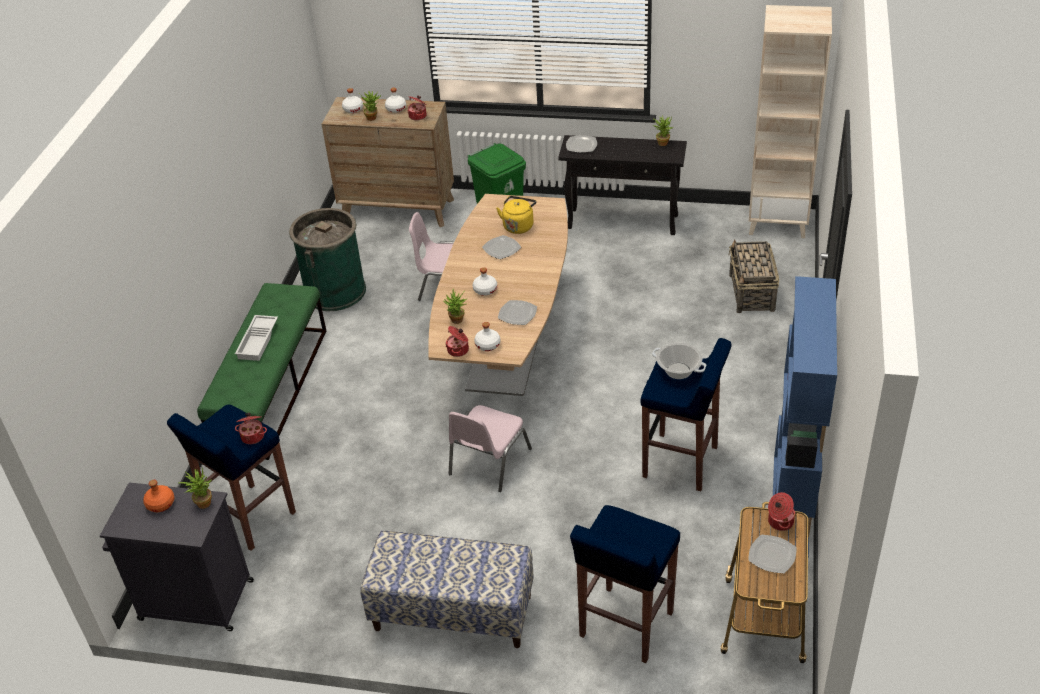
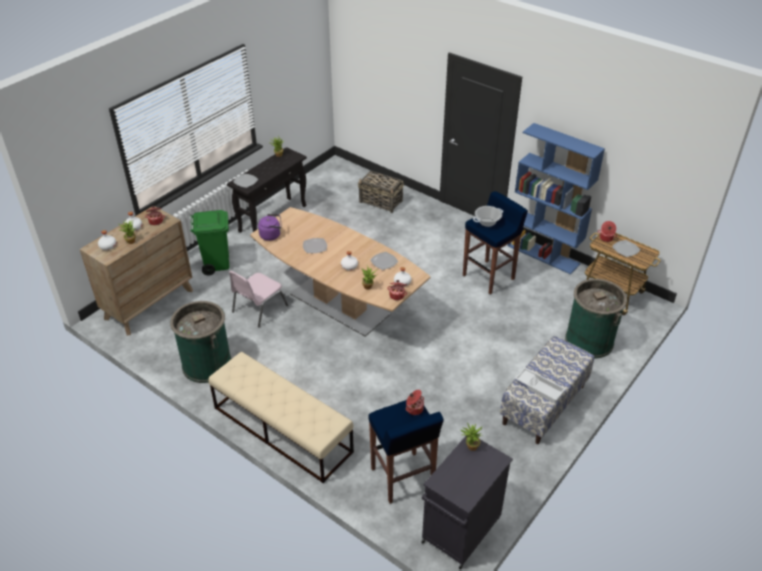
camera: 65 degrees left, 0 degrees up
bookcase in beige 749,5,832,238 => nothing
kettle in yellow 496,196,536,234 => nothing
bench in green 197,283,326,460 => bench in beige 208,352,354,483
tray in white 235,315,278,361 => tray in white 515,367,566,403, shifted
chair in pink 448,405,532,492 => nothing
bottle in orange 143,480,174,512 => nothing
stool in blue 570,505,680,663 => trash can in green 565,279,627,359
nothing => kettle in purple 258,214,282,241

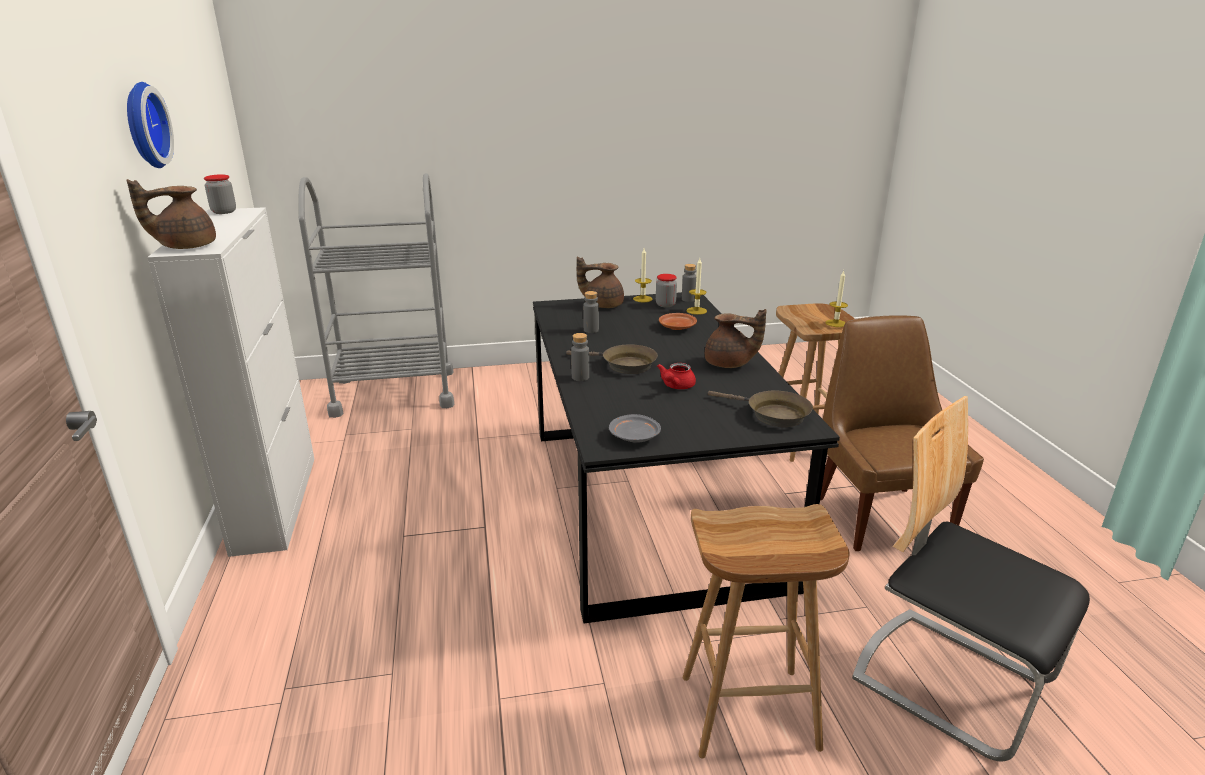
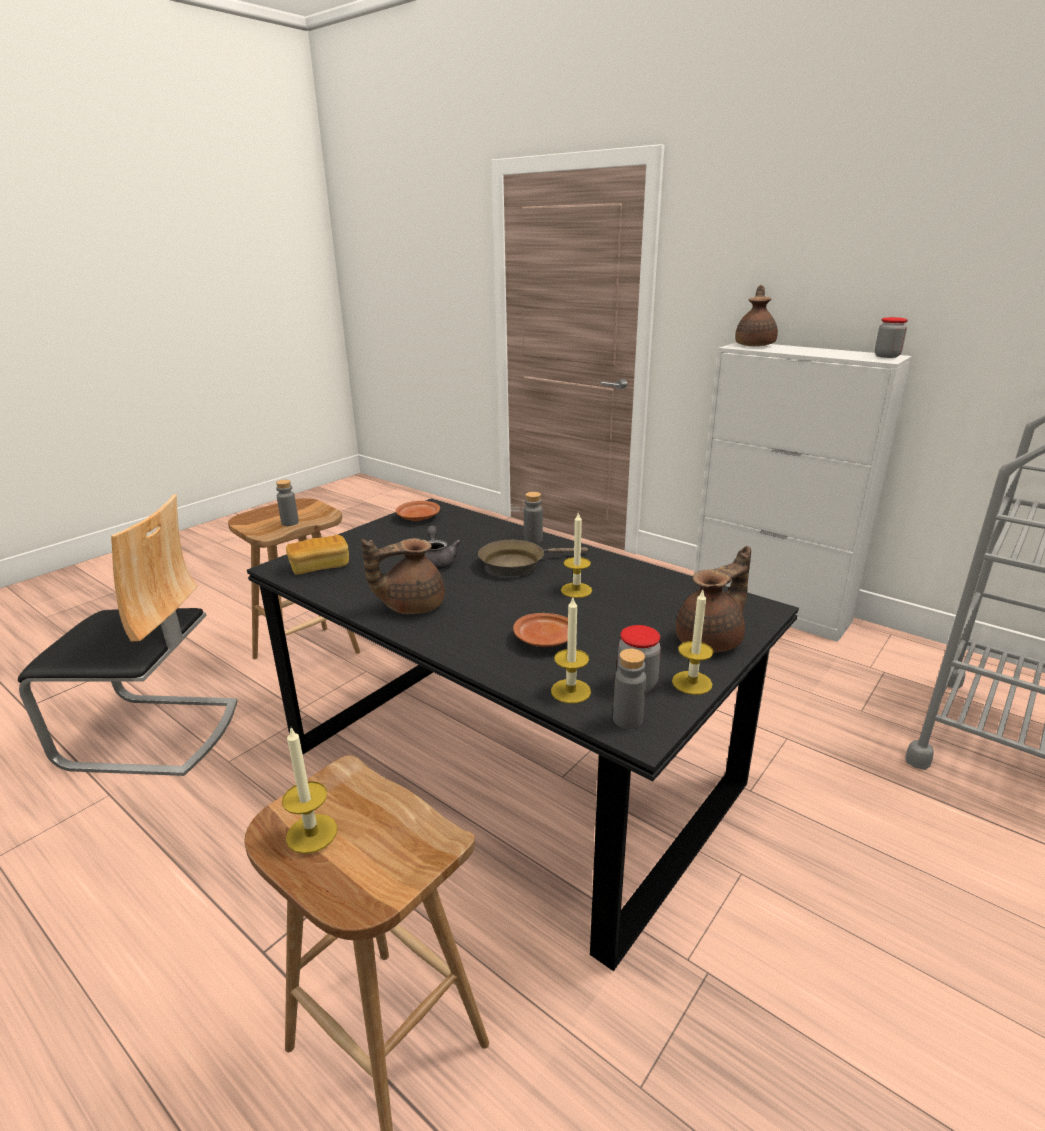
camera: 140 degrees right, 0 degrees up
wall clock 127,82,174,168 => nothing
bottle in grey 583,291,599,333 => bottle in grey 276,480,299,526, shifted
chair in brown 820,315,984,551 => nothing
teapot in red 657,363,696,389 => teapot in grey 425,526,461,569
frying pan in brown 708,390,813,427 => bread 286,535,349,575
plate in grey 609,414,661,443 => plate in brown 396,501,440,521
nothing => candle 561,511,592,598

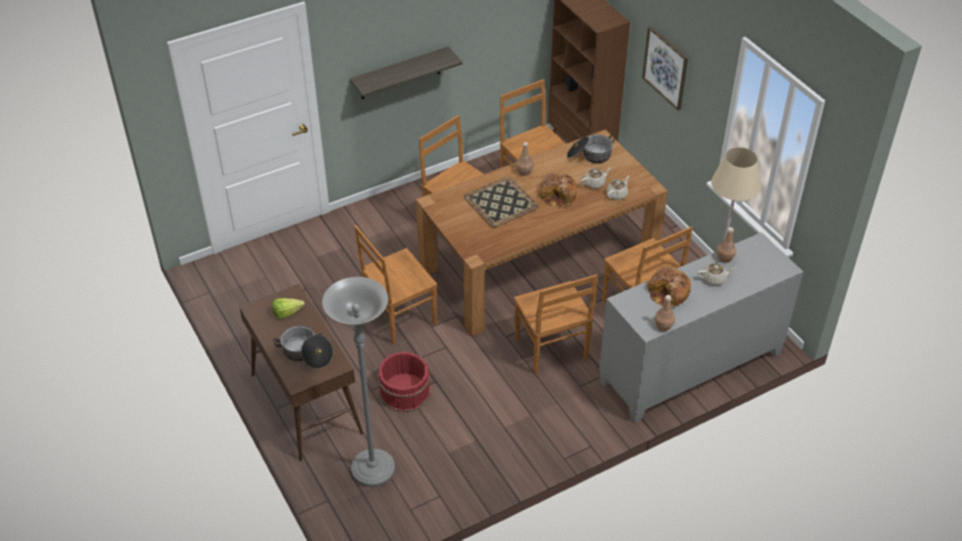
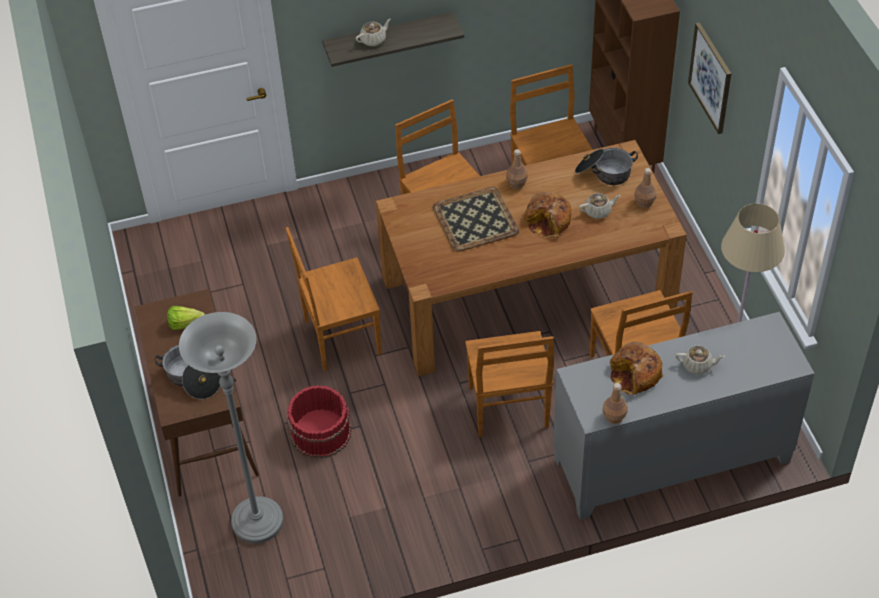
camera: 15 degrees right, 5 degrees up
teapot in beige 606,175,629,200 => teapot in beige 356,19,391,46, shifted
bottle in brown 717,227,736,263 => bottle in brown 634,168,656,208, shifted

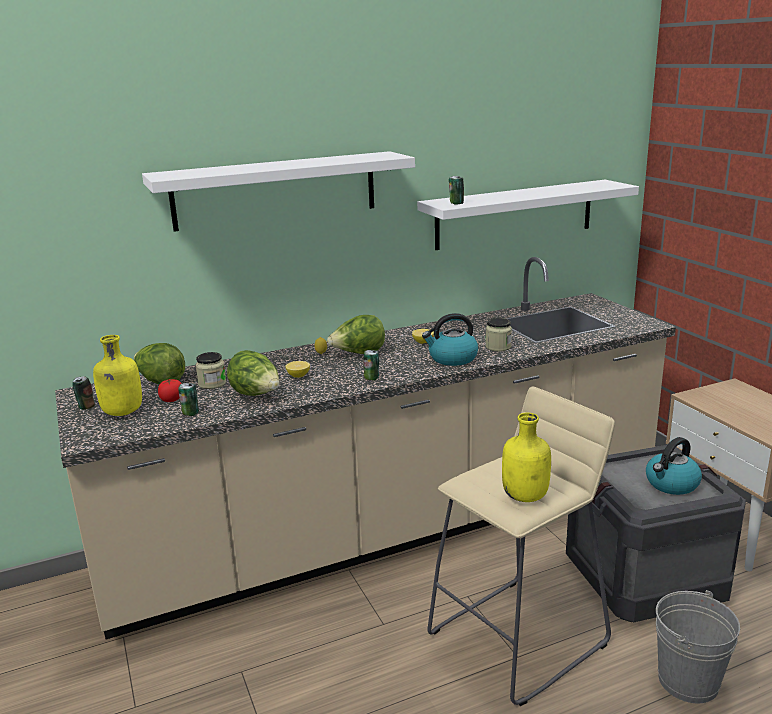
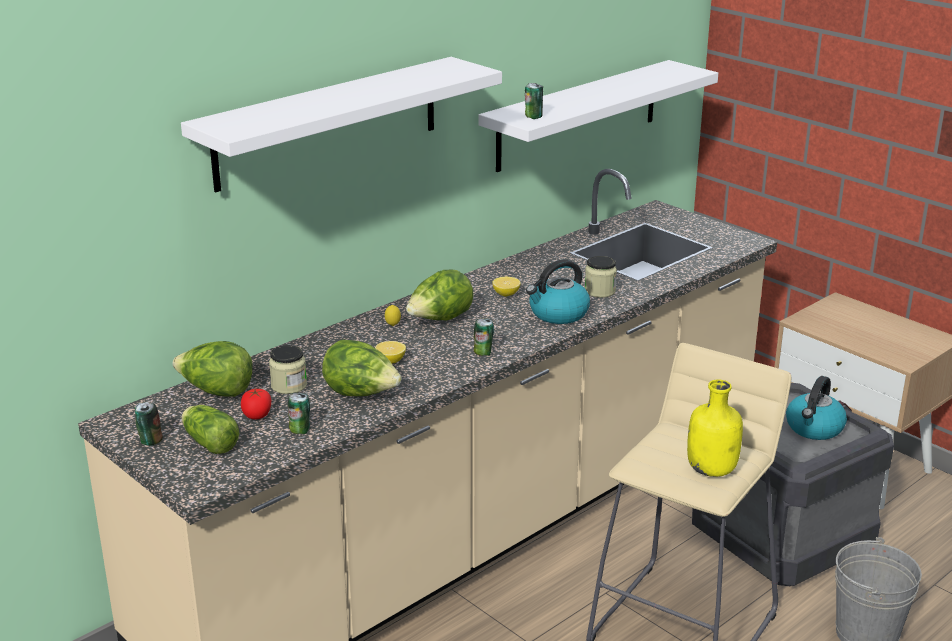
camera: 20 degrees left, 5 degrees up
bottle in yellow 93,335,142,416 => lettuce 182,405,239,454

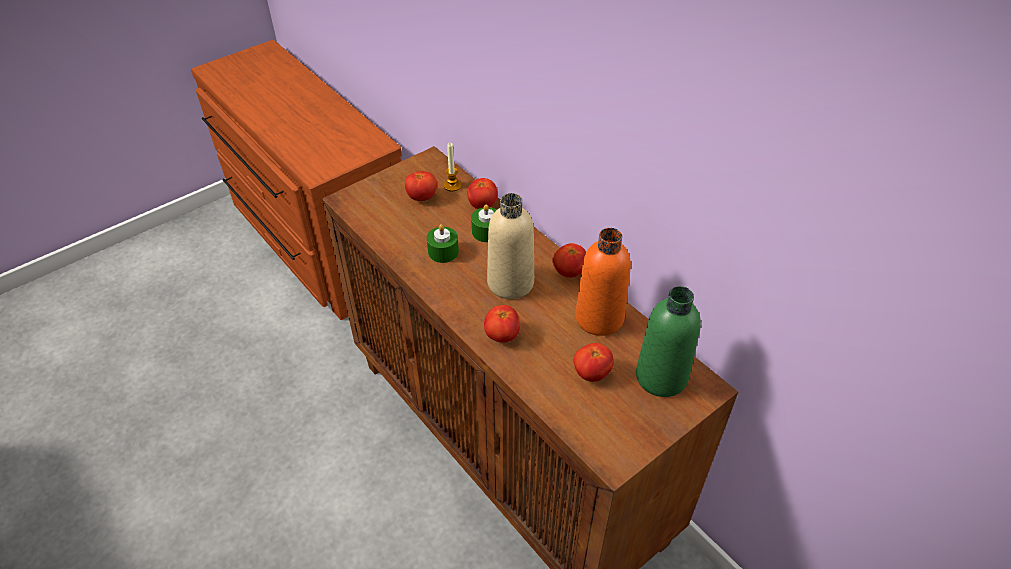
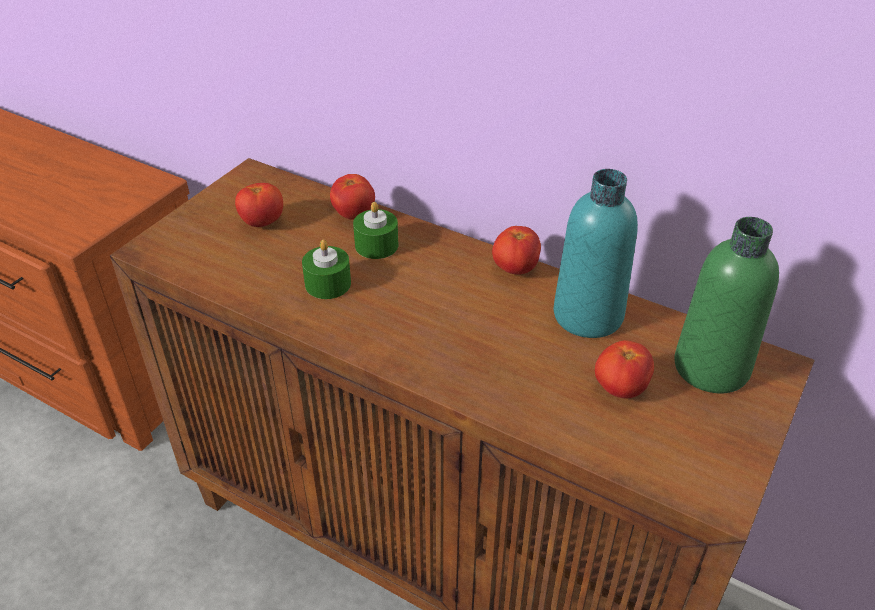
camera: 20 degrees left, 5 degrees down
candle 444,143,462,192 => nothing
bottle in beige 487,193,534,299 => nothing
bottle in orange 575,228,631,336 => bottle in turquoise 554,169,638,338
tomato 484,305,520,343 => nothing

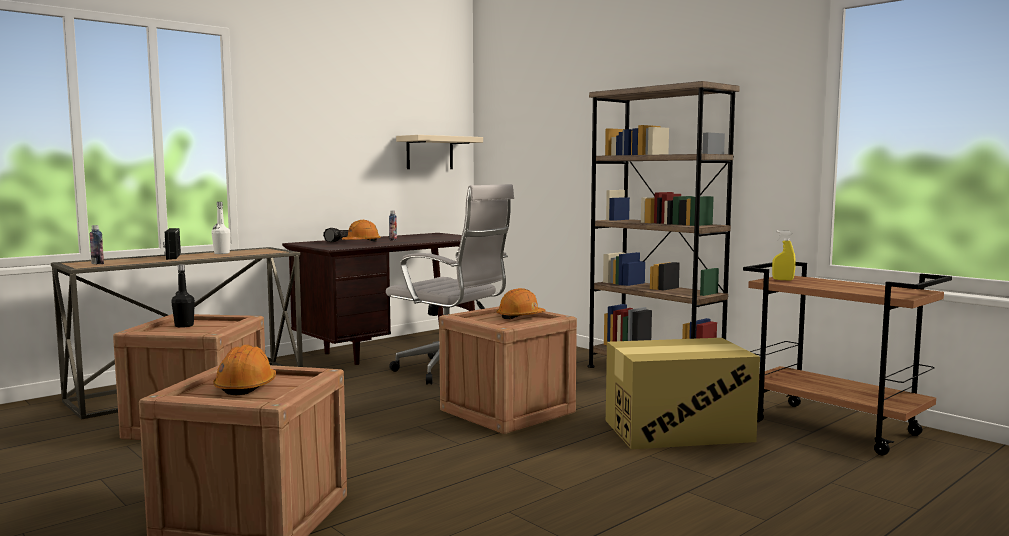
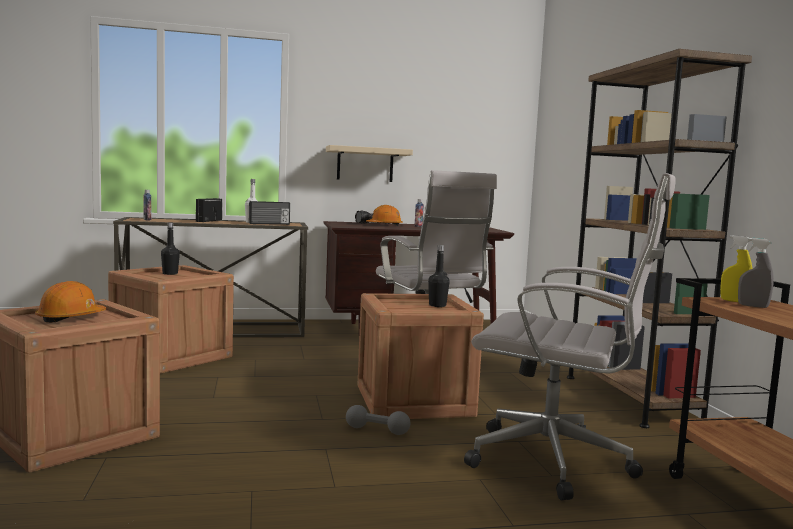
camera: 30 degrees right, 0 degrees up
shelf in beige 396,135,483,169 => shelf in beige 326,145,413,182, shifted
hard hat in orange 497,288,545,319 => bottle in black 428,245,450,307
cardboard box 606,338,760,449 => office chair in white 464,173,675,501
nothing => radio 249,201,290,225
nothing => spray bottle in grey 738,238,774,308
nothing => dumbbell in grey 346,405,410,435

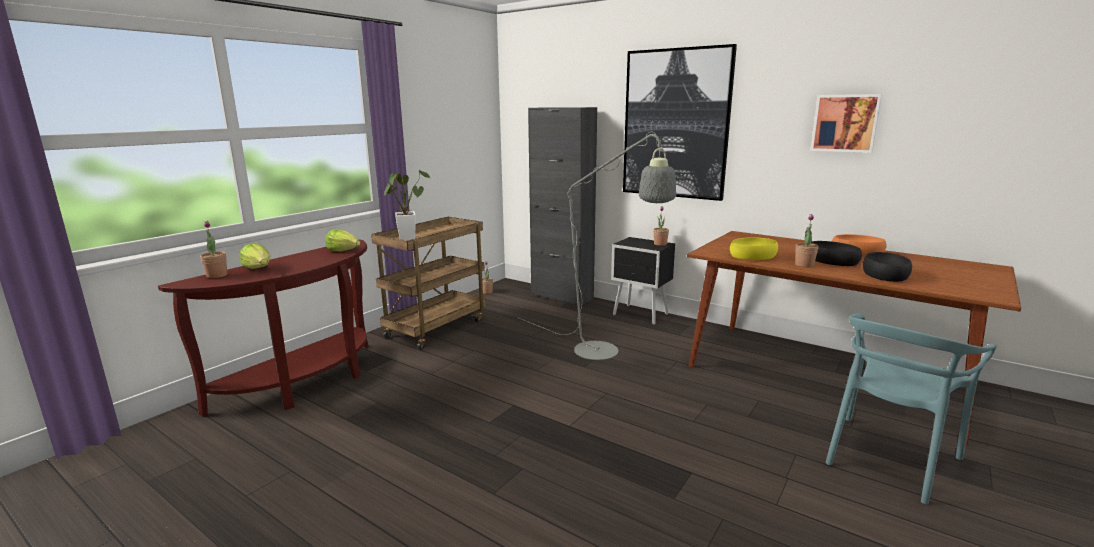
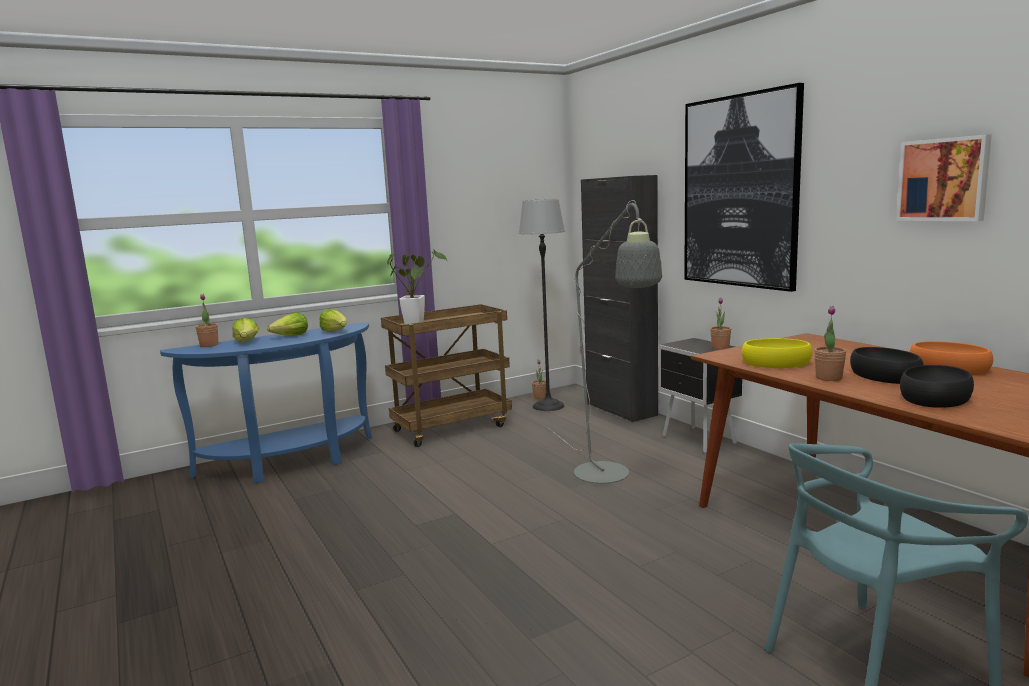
camera: 25 degrees right, 5 degrees down
console table in brown 158,239,369,417 => console table in blue 160,322,372,483
nothing => floor lamp 519,199,565,411
nothing => lettuce 267,312,308,335

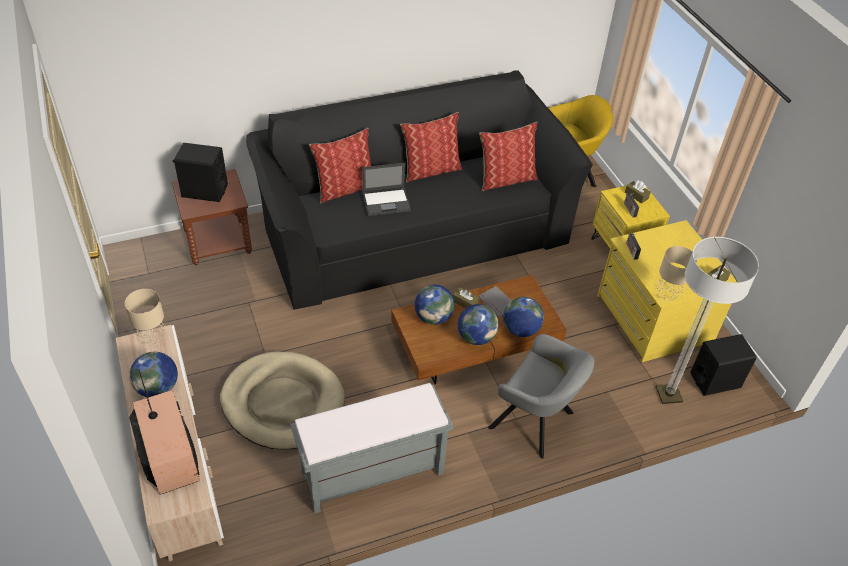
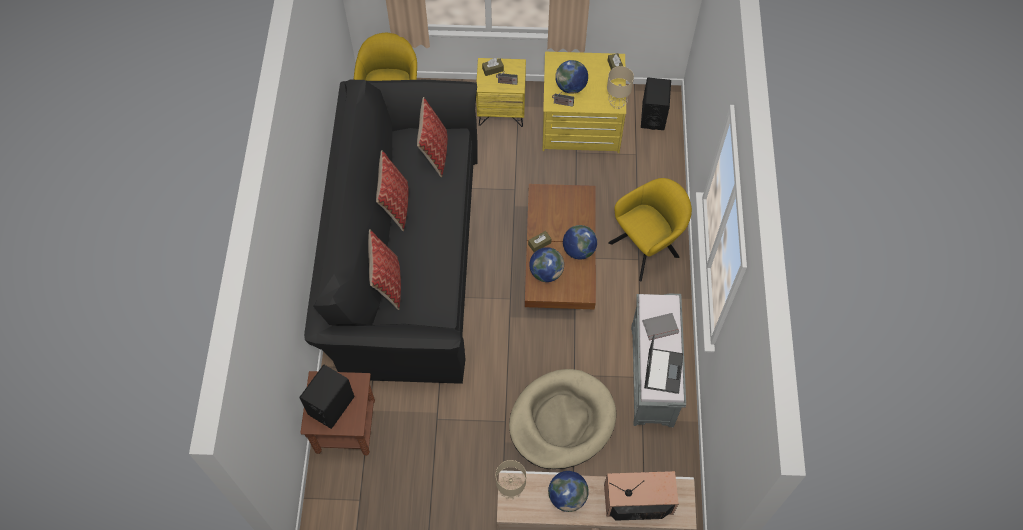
camera: 65 degrees left, 15 degrees up
laptop 362,163,411,216 => laptop 644,334,683,394, shifted
floor lamp 656,237,759,404 => nothing
book in grey 479,286,512,318 => book in grey 642,313,679,341, shifted
globe 503,297,544,337 => globe 555,60,588,94, shifted
armchair in grey 488,334,594,459 => armchair in yellow 608,178,692,282

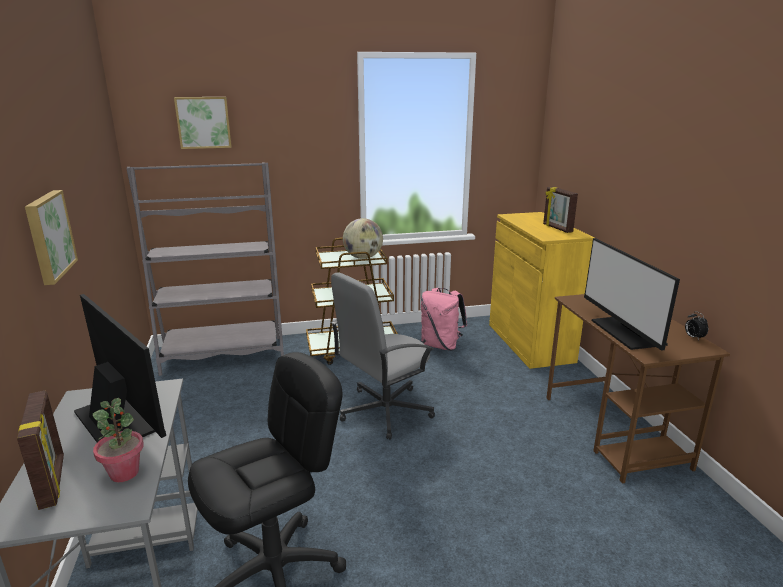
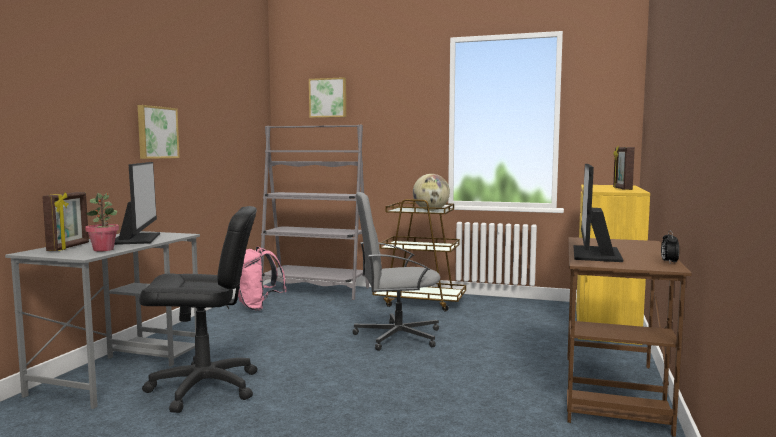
camera: 30 degrees right, 15 degrees down
backpack in pink 421,288,467,351 => backpack in pink 238,246,287,311, shifted

